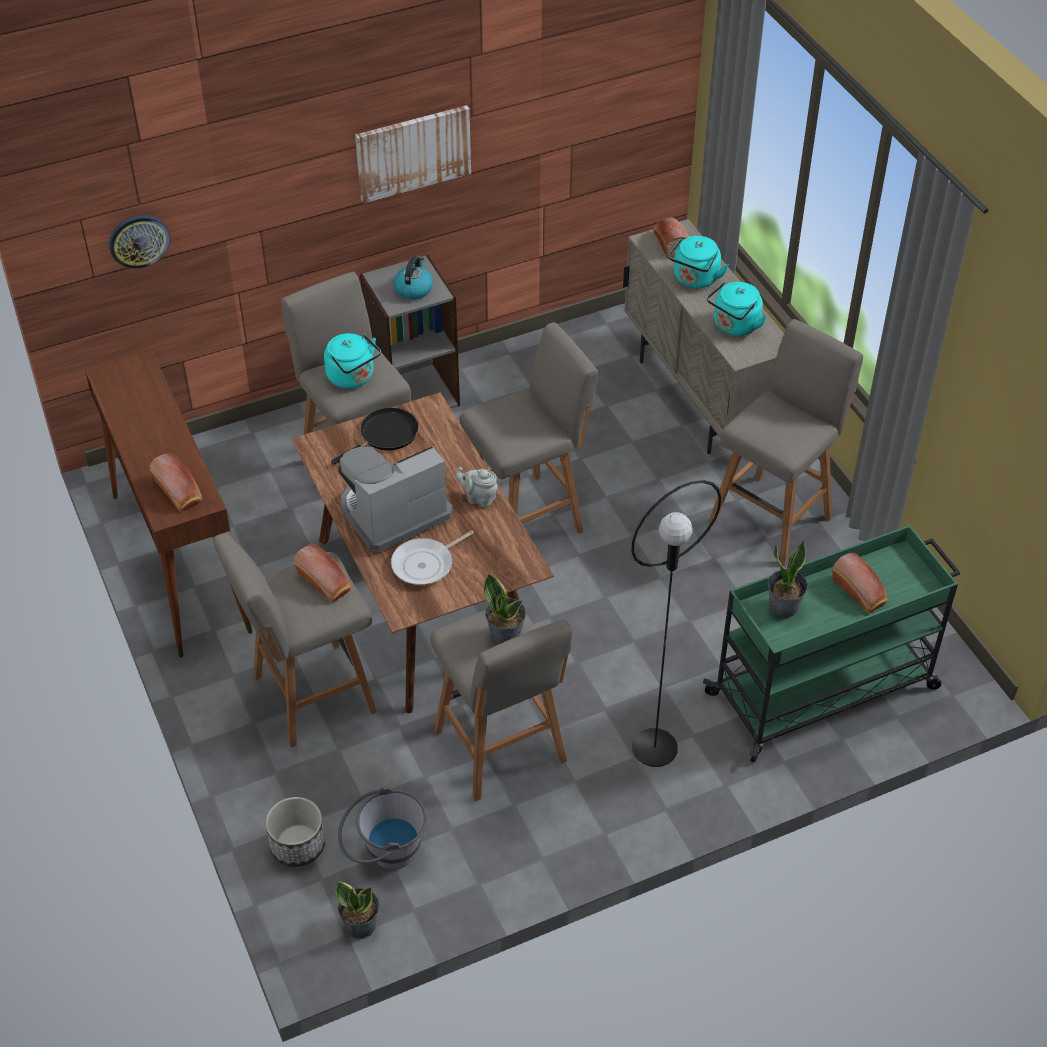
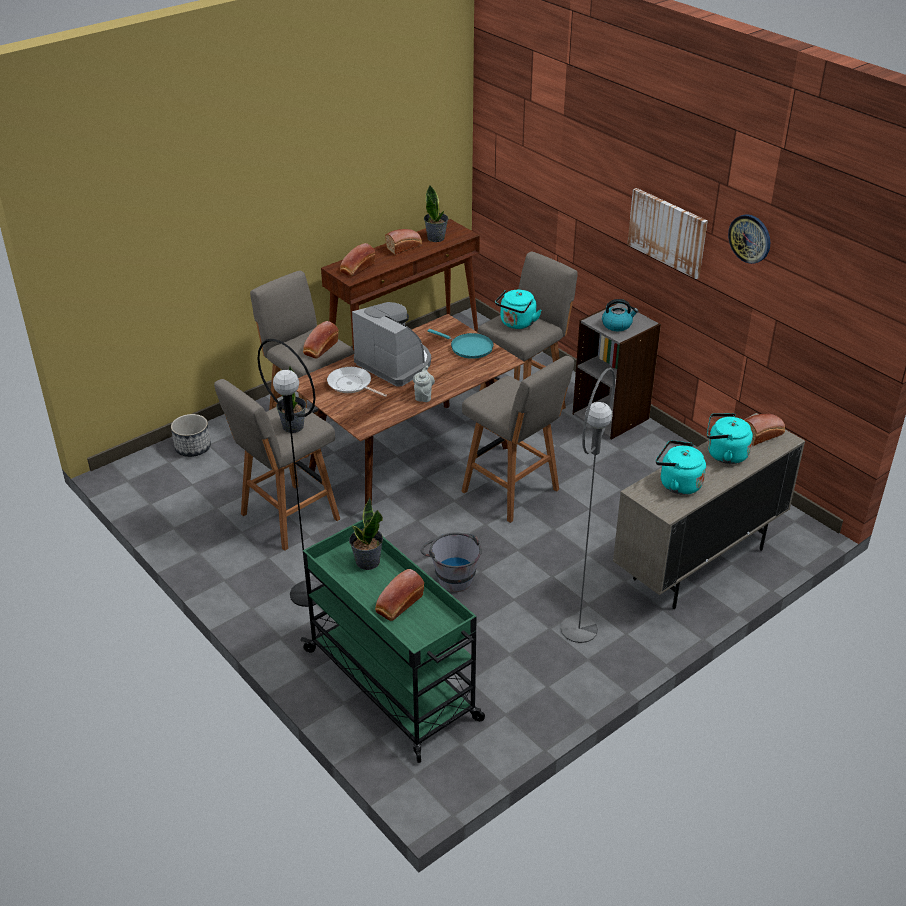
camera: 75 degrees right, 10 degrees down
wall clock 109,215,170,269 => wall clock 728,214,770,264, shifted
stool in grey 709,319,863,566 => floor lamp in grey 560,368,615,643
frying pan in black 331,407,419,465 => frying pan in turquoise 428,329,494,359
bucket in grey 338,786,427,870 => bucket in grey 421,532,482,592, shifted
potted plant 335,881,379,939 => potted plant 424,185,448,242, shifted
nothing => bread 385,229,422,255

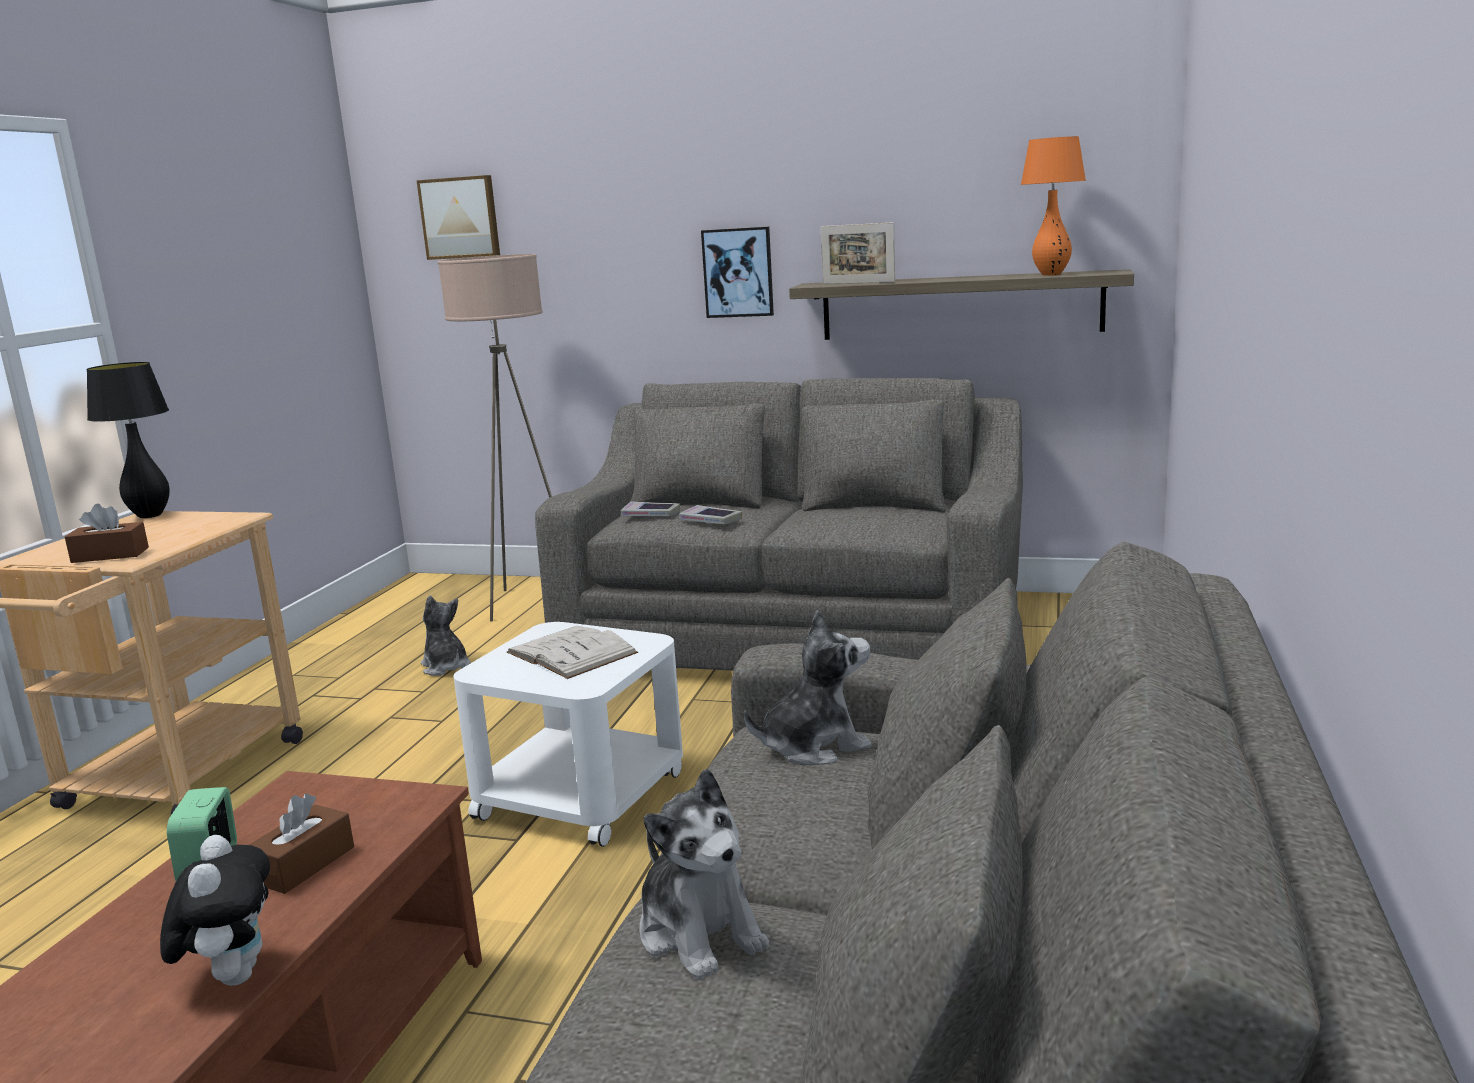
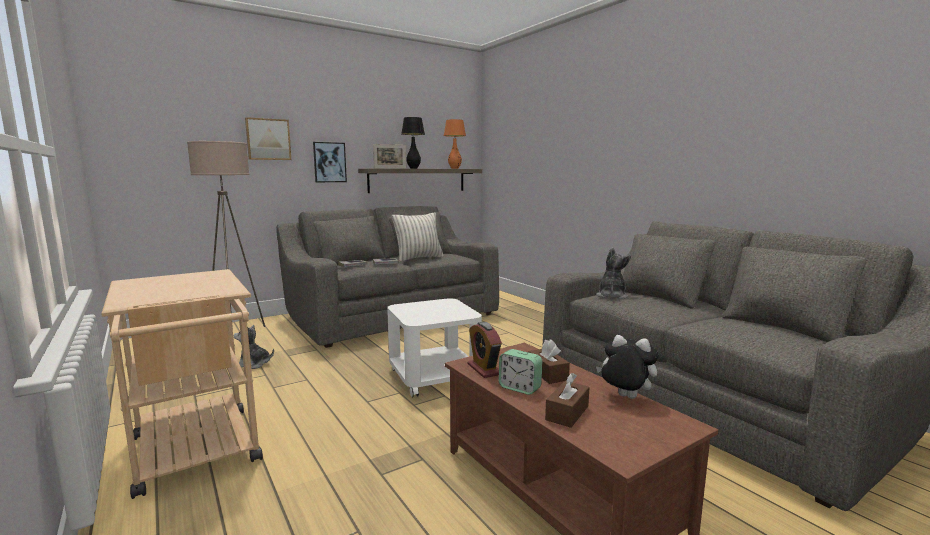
camera: 50 degrees left, 5 degrees down
picture 416,175,500,260 => picture 245,117,291,160, shifted
table lamp in black 86,362,170,518 => table lamp in black 401,117,425,169, shifted
tissue box in brown 65,504,149,563 => tissue box in brown 545,373,589,428, shifted
book in white 507,626,638,679 => nothing
plush toy 639,769,770,980 => nothing
nothing => pillow 392,212,444,262
nothing => alarm clock 468,322,502,378

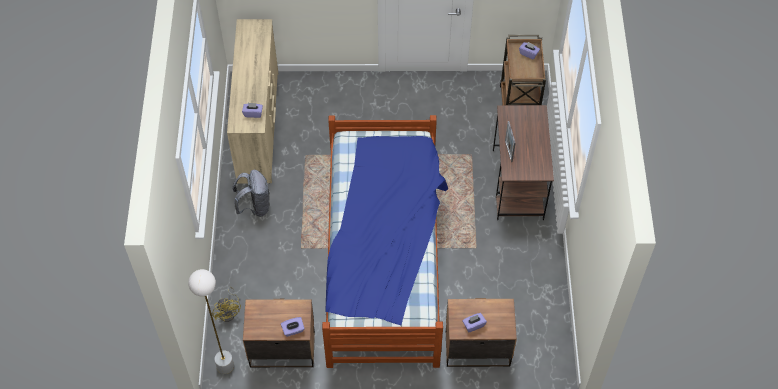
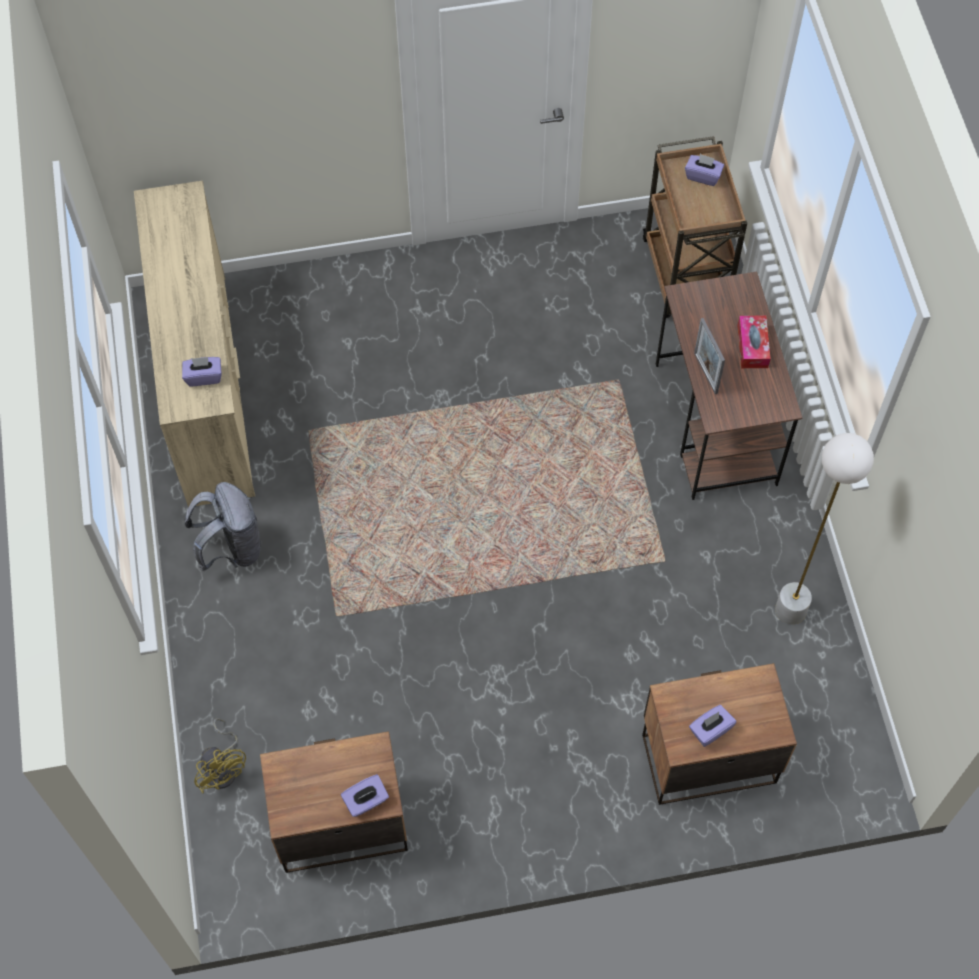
camera: 10 degrees left, 5 degrees up
bed 322,115,448,368 => nothing
floor lamp in white 188,269,234,374 => floor lamp in white 775,433,874,624, shifted
nothing => tissue box 737,316,771,368

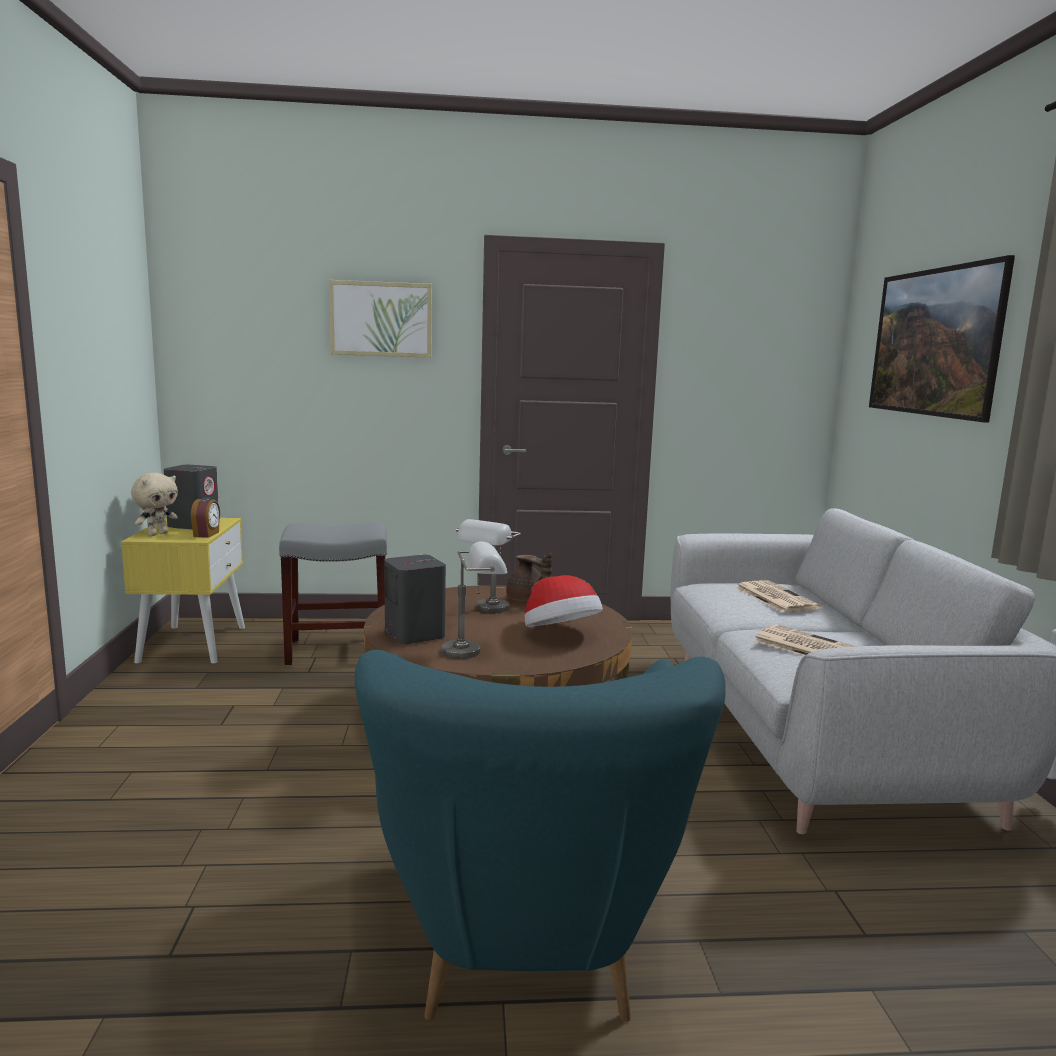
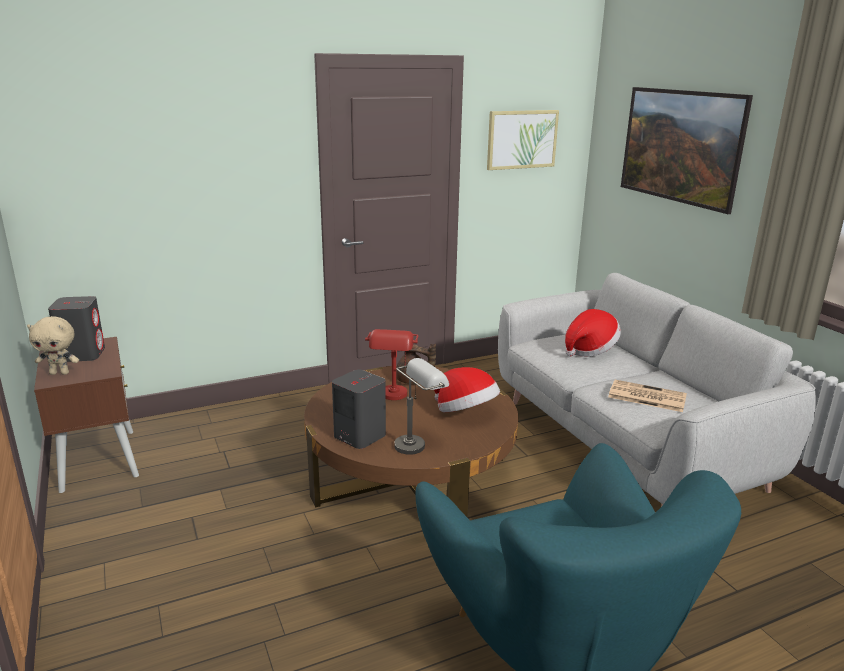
camera: 20 degrees left, 10 degrees up
picture 329,280,432,358 => picture 487,110,559,170, shifted
plush toy in beige 131,473,178,536 => plush toy in beige 27,316,79,375, 75 degrees clockwise
alarm clock 191,497,220,538 => nothing
nightstand in yellow 121,517,245,663 => nightstand in brown 34,337,139,493
table lamp in grey 456,519,521,613 => table lamp in red 365,329,418,400
stool in grey 279,522,387,666 => nothing
newspaper 735,580,821,612 => hat 565,309,621,357

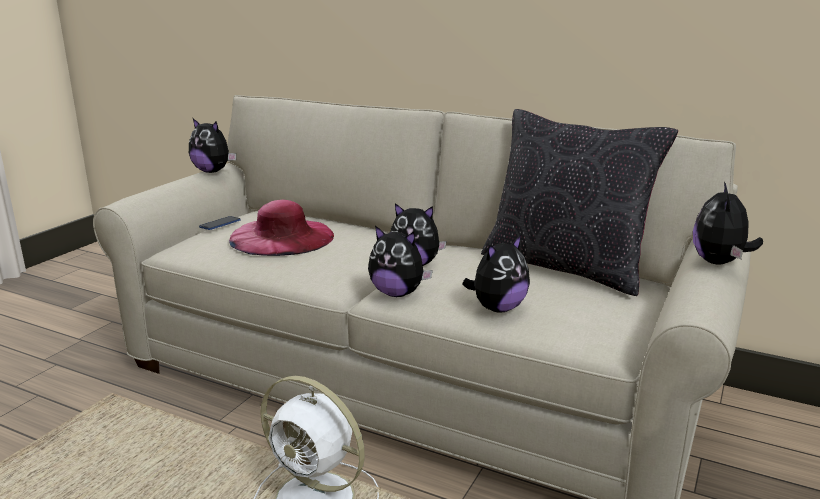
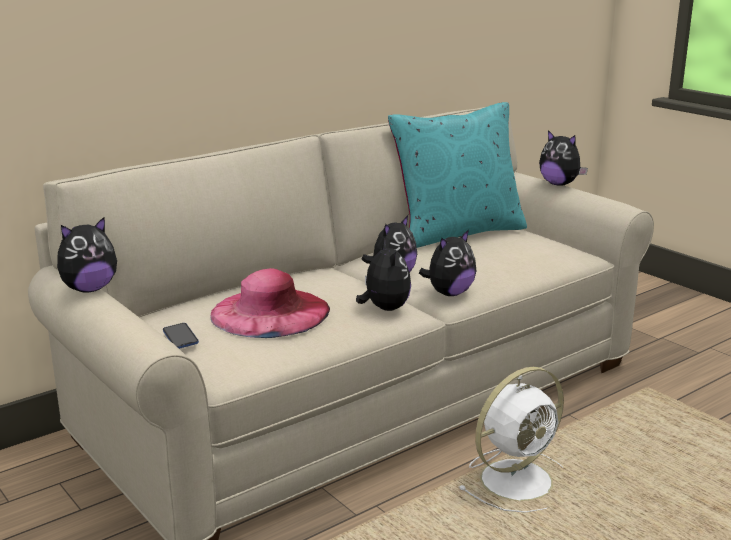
camera: 65 degrees left, 0 degrees up
pillow in black 481,109,678,296 => pillow in turquoise 388,102,527,248
plush toy 462,235,530,313 => plush toy 356,239,411,311, shifted

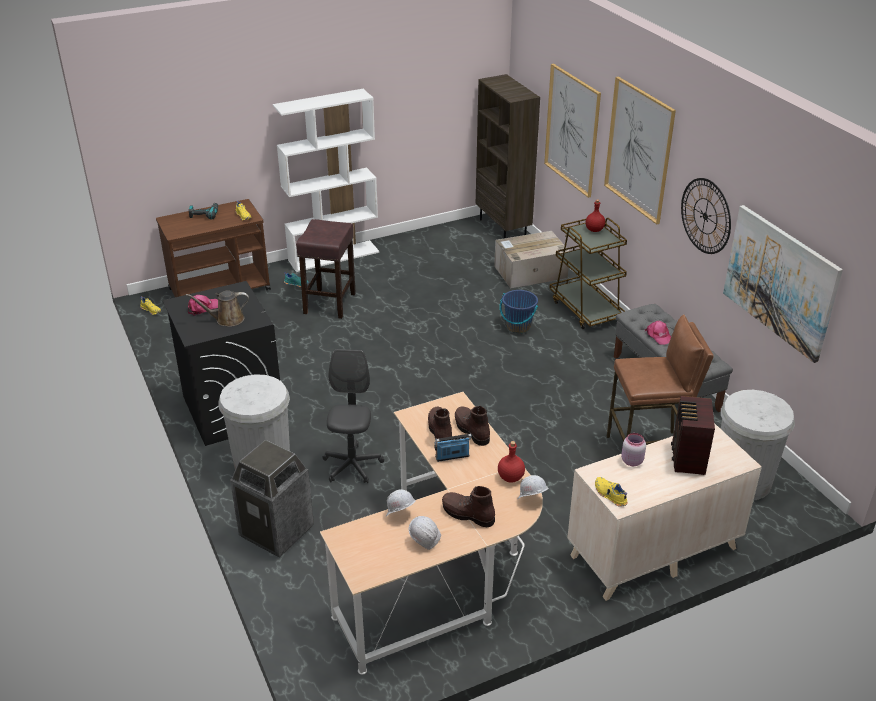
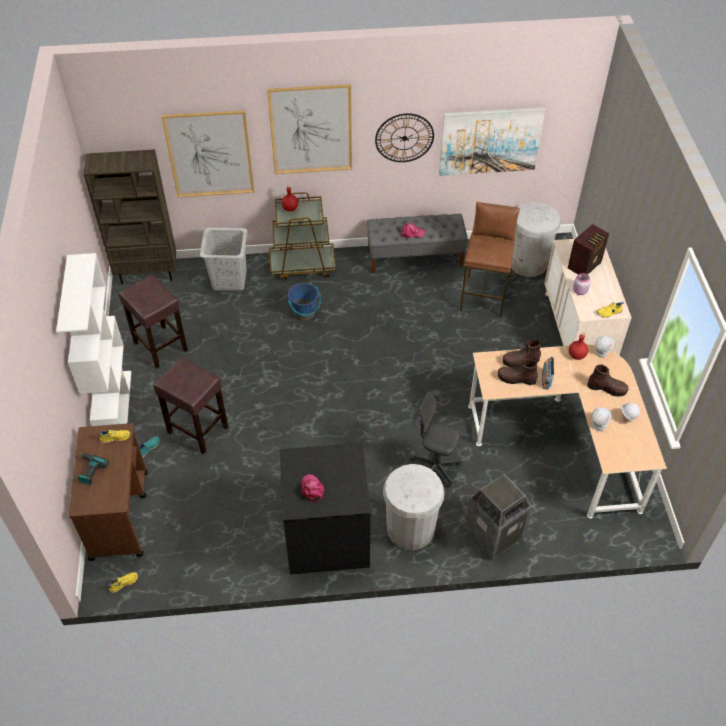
camera: 70 degrees left, 15 degrees up
cardboard box 494,231,569,288 => laundry basket in grey 200,228,247,291
watering can in brown 186,291,249,327 => nothing
radio 671,396,715,475 => radio 568,224,609,275, 75 degrees counterclockwise
boot in brown 442,486,495,527 => boot in brown 587,364,629,396, 120 degrees counterclockwise
nothing => stool in brown 118,275,188,368

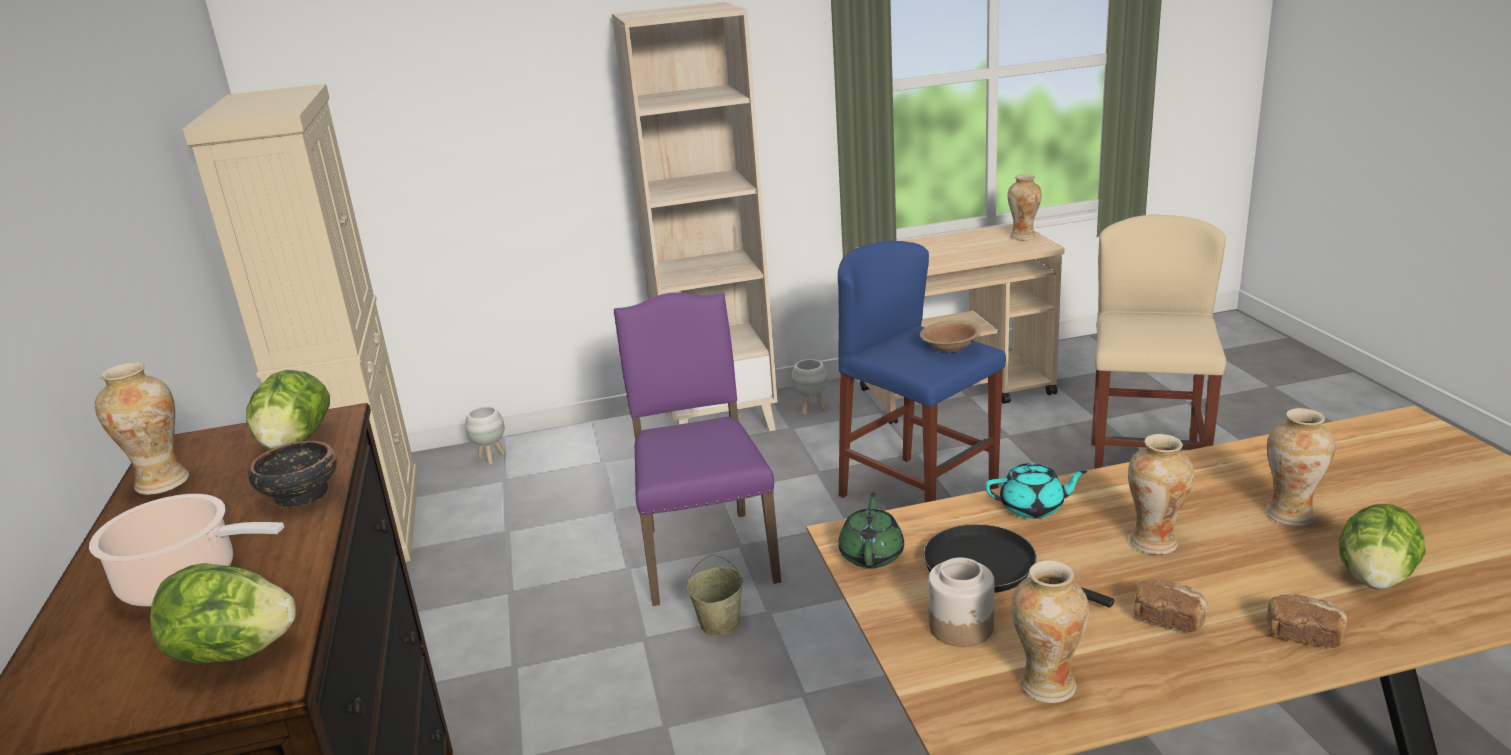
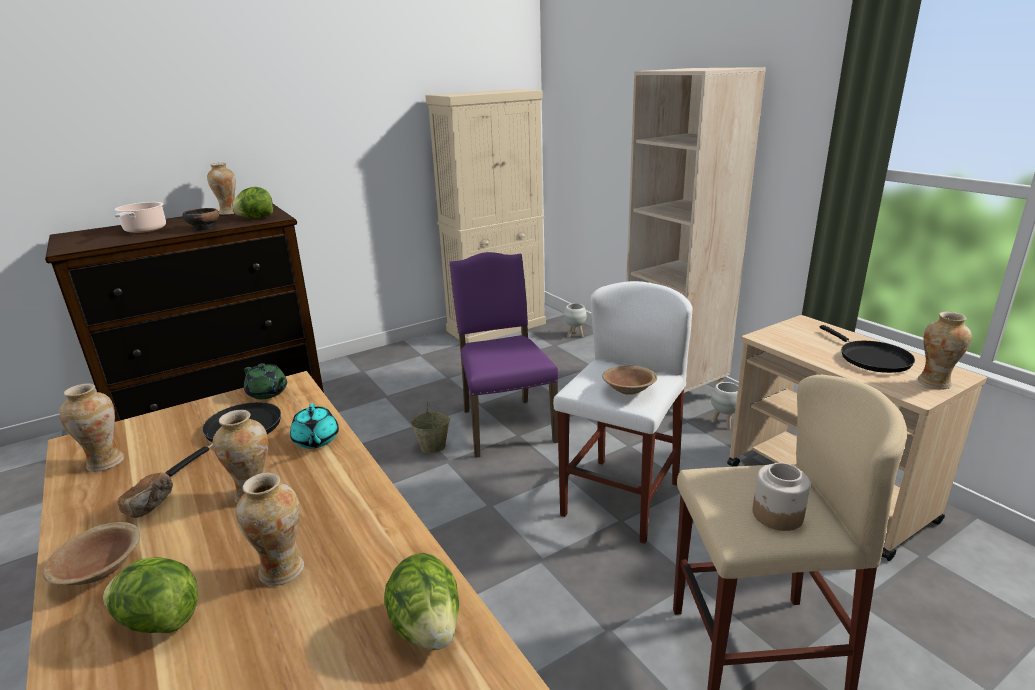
camera: 70 degrees right, 0 degrees up
stool in blue 838,241,1006,502 => stool in white 553,281,692,544
chair in purple 614,292,781,606 => chair in purple 449,252,559,458, 75 degrees counterclockwise
teapot in green 838,492,904,568 => teapot in green 244,363,287,399, 45 degrees clockwise
jar 928,557,995,647 => jar 752,463,810,531, shifted
lettuce 150,563,296,663 => lettuce 384,553,459,650, shifted
bread 1267,595,1347,648 => bowl in brown 43,522,140,585
nothing => frying pan in black 820,325,915,373

